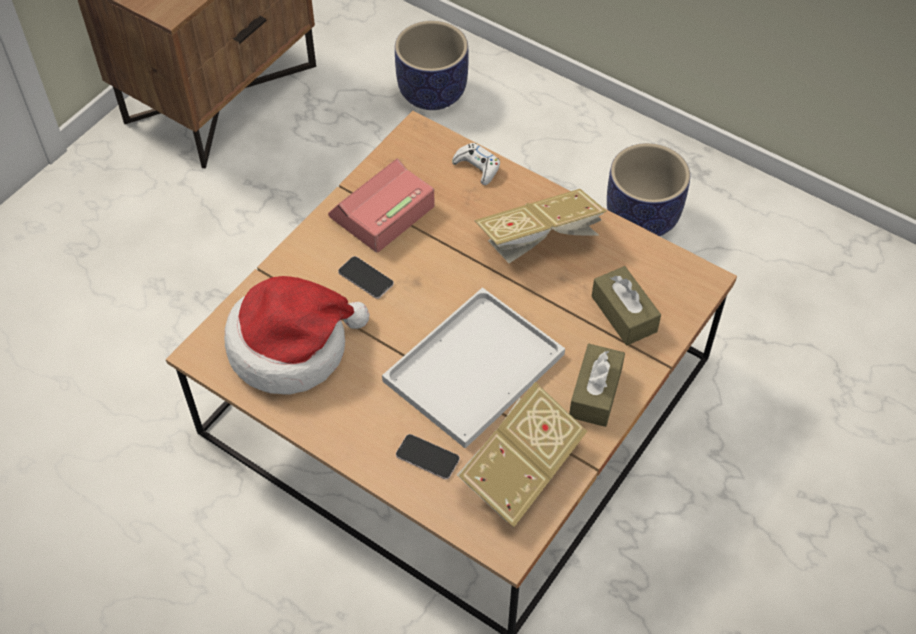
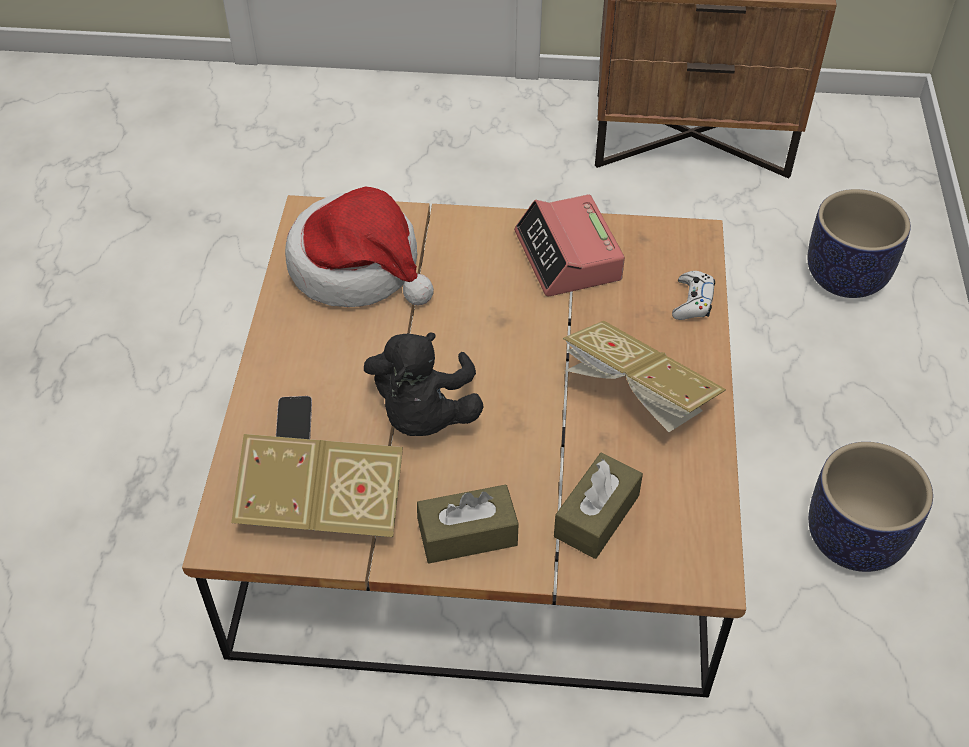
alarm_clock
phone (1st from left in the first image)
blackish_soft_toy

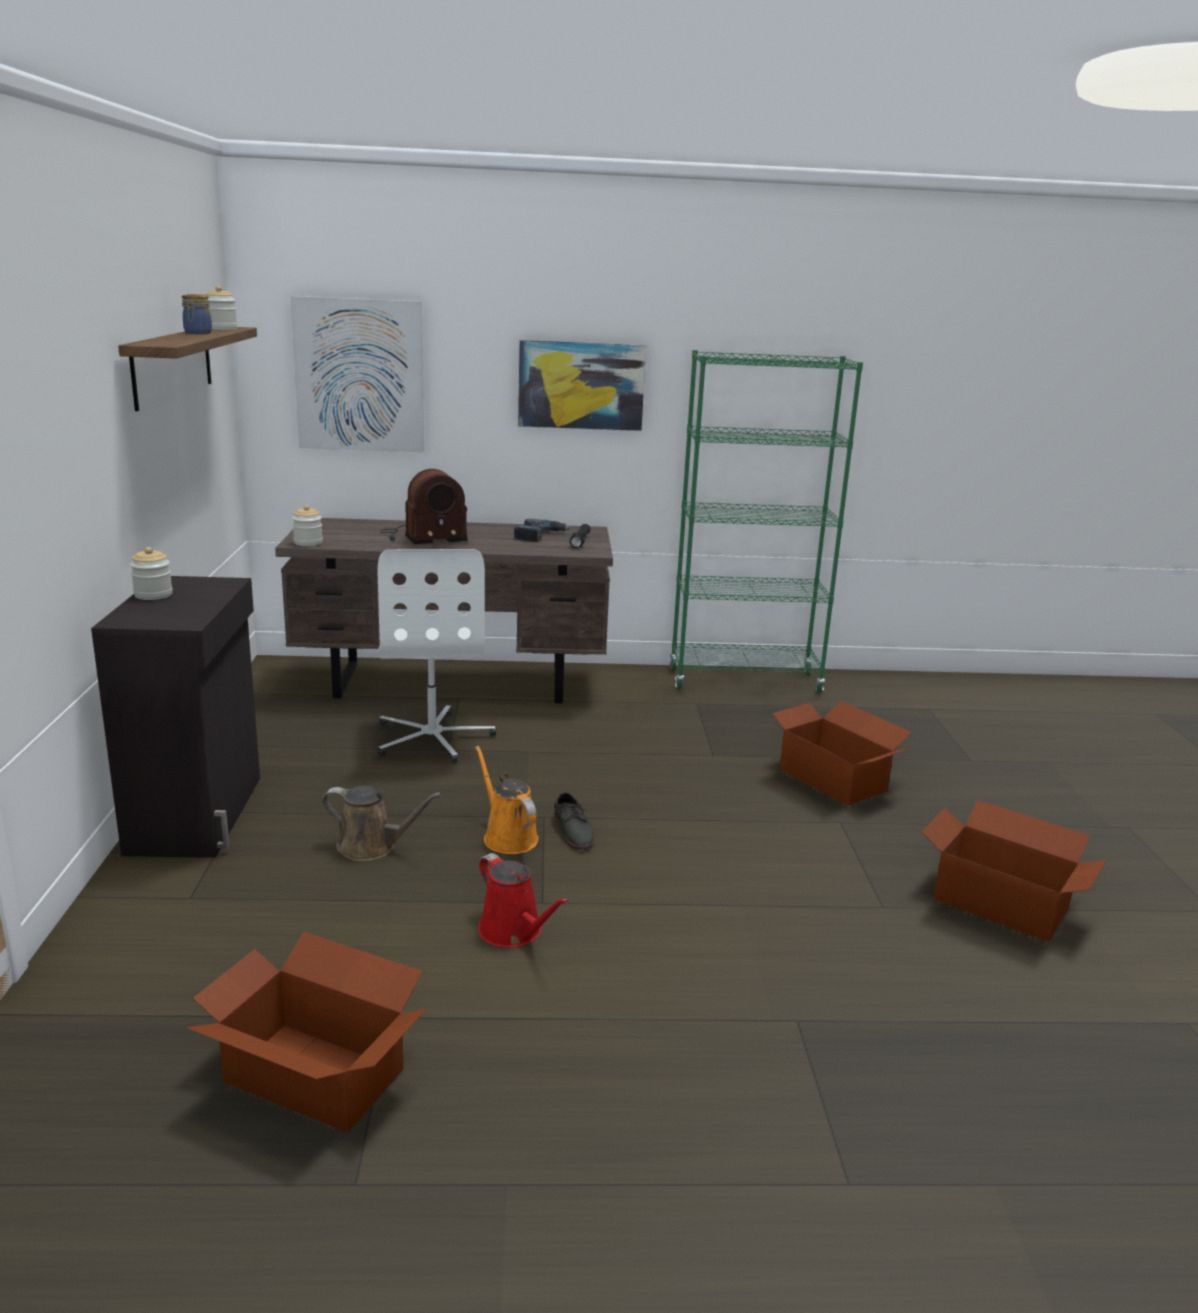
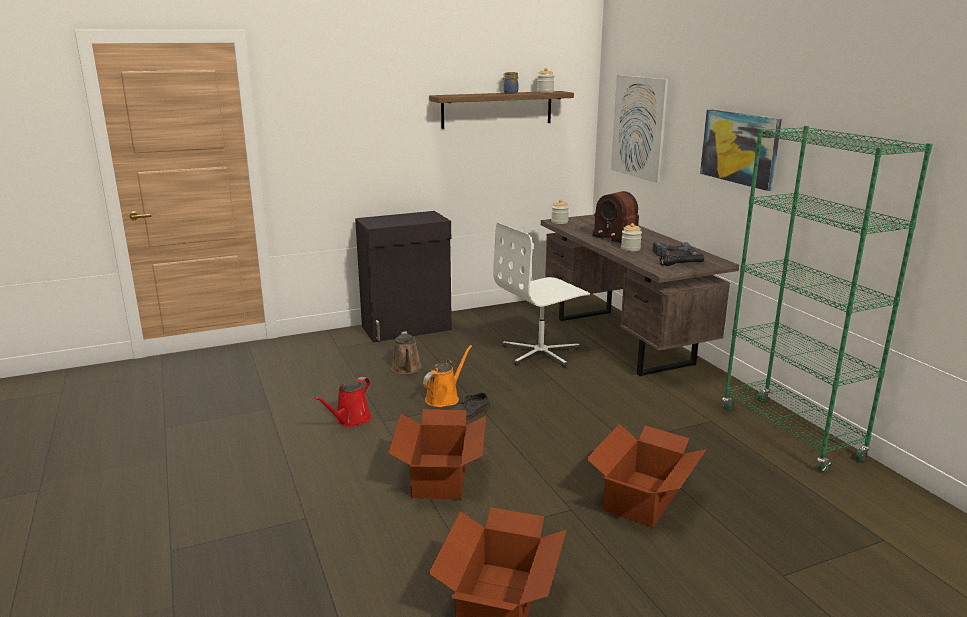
jar (4th from left)
packing_box (1st from left)

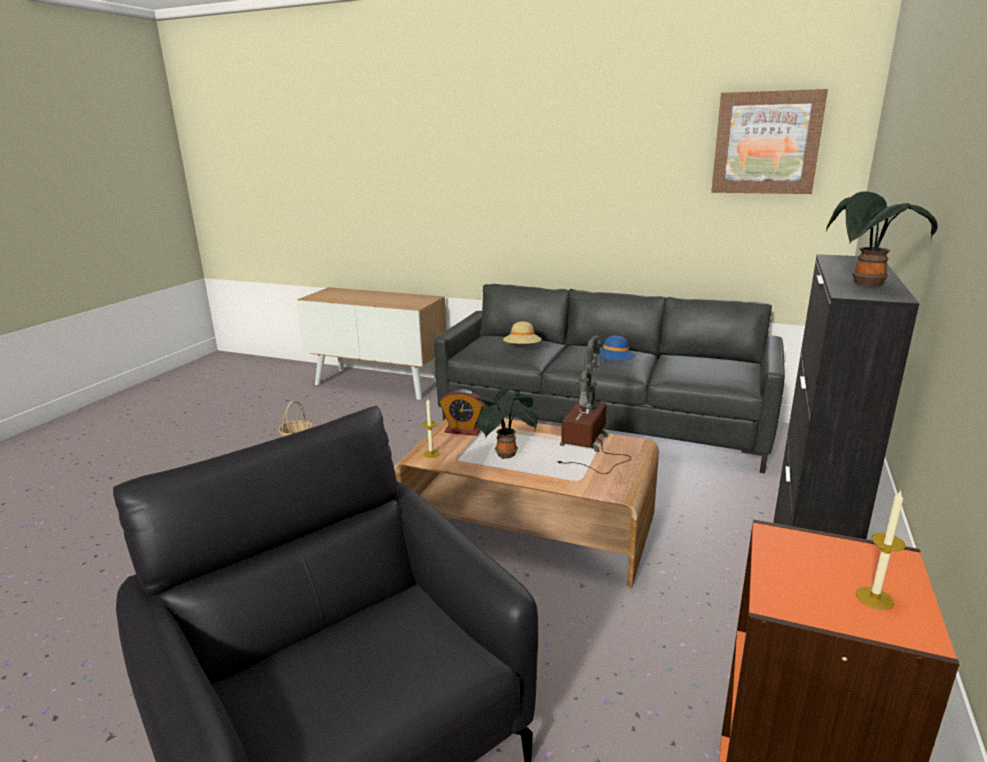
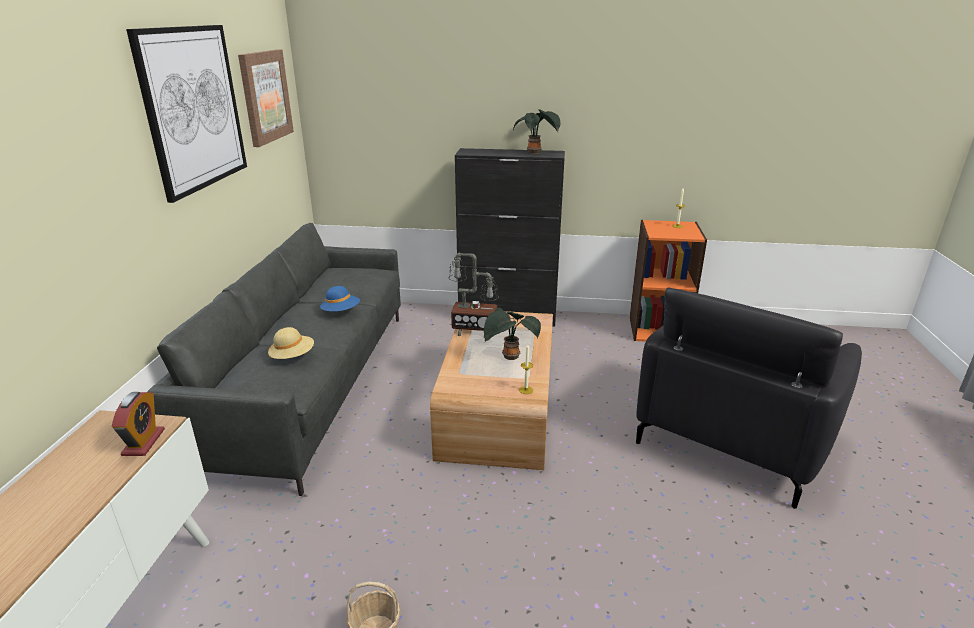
alarm_clock
wall_picture (1st from left)

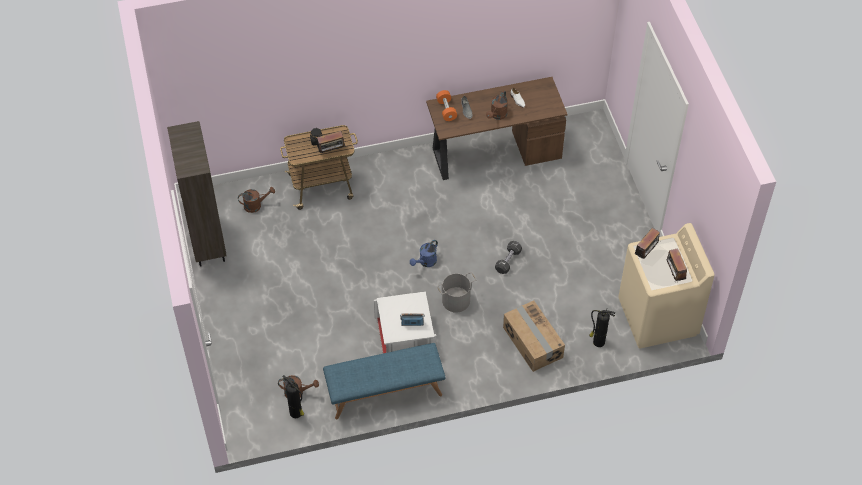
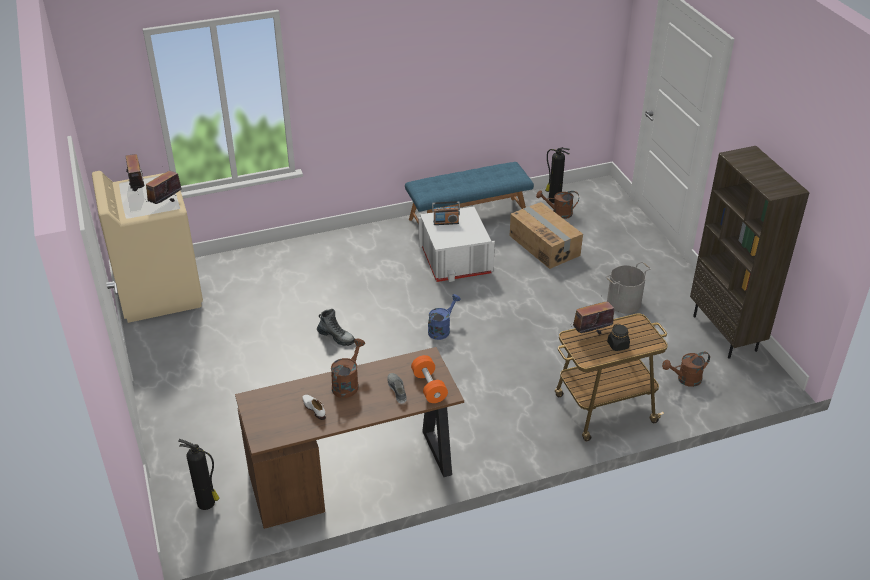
boot
greyish_water_bucket
packing_box
extinguisher (1st from left)

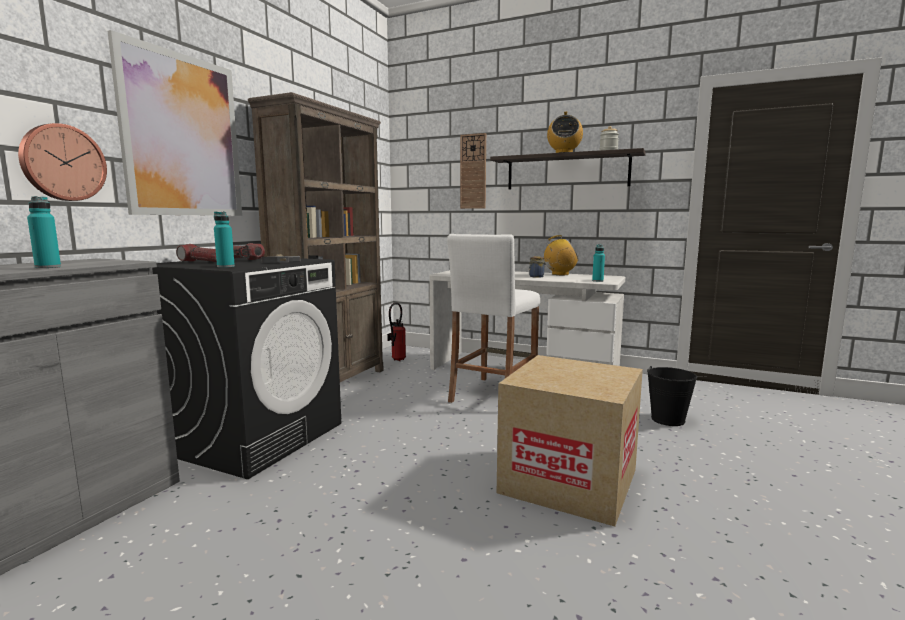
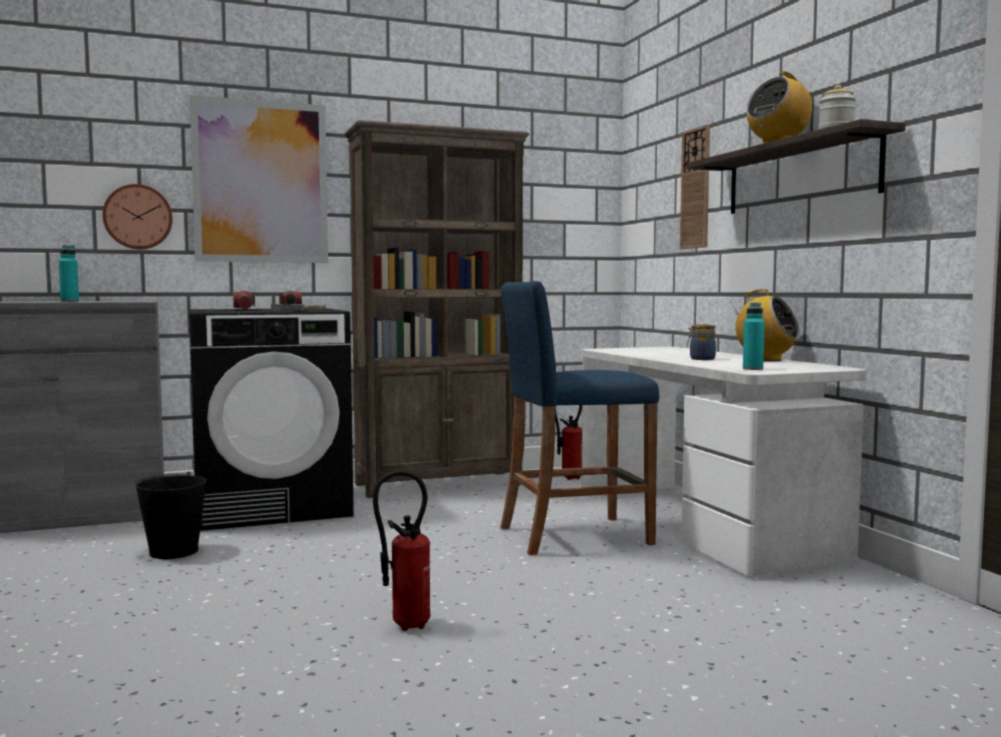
turquoise_bottle (2nd from left in the first image)
blue_stool
extinguisher (1st from left)
blackish_water_bucket

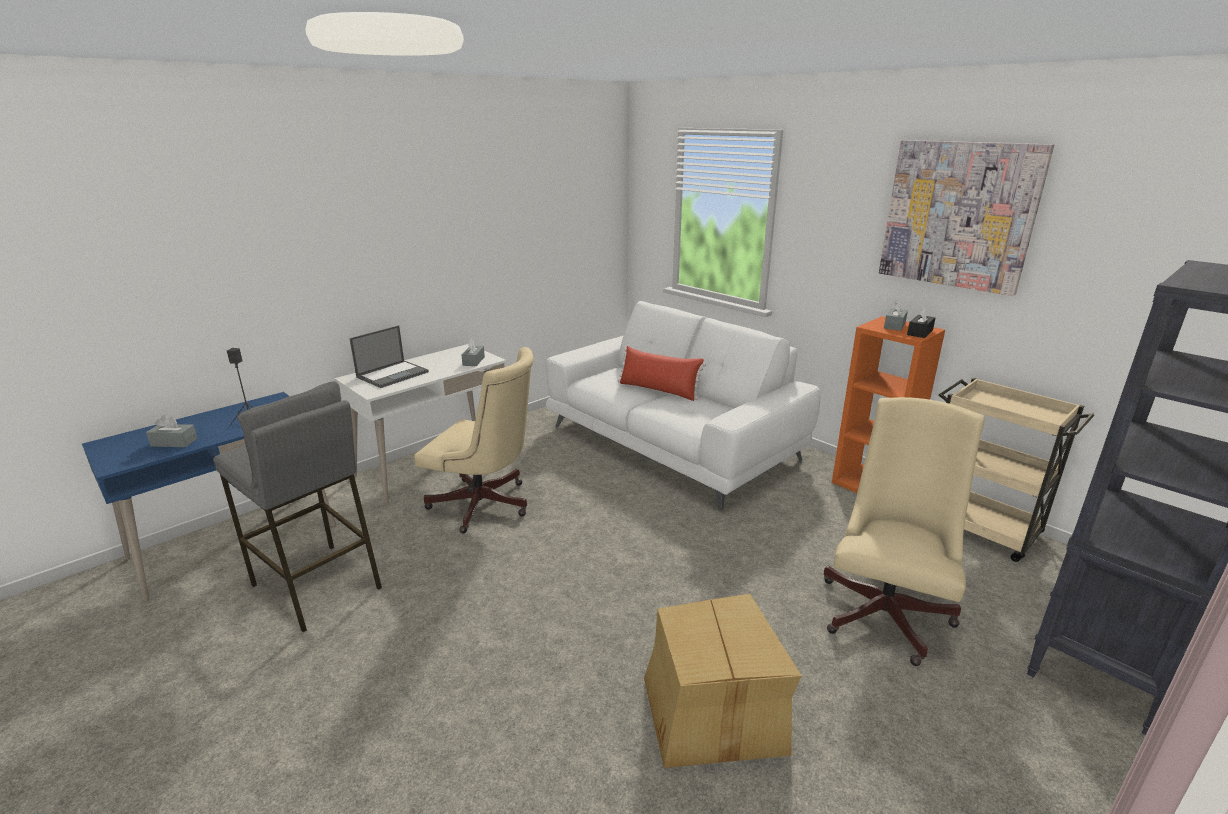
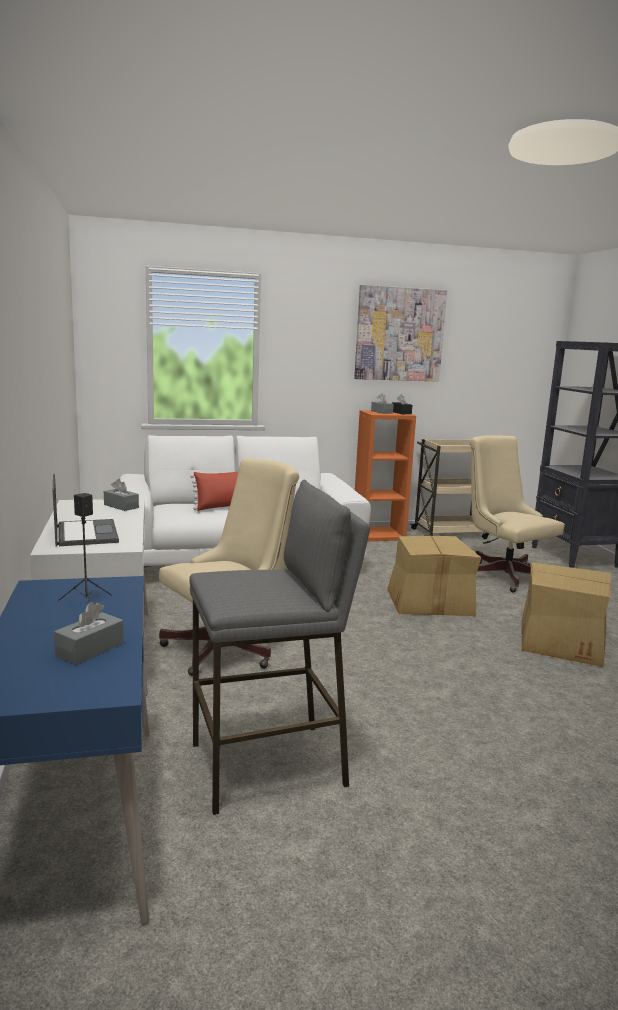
packing_box (1st from left)

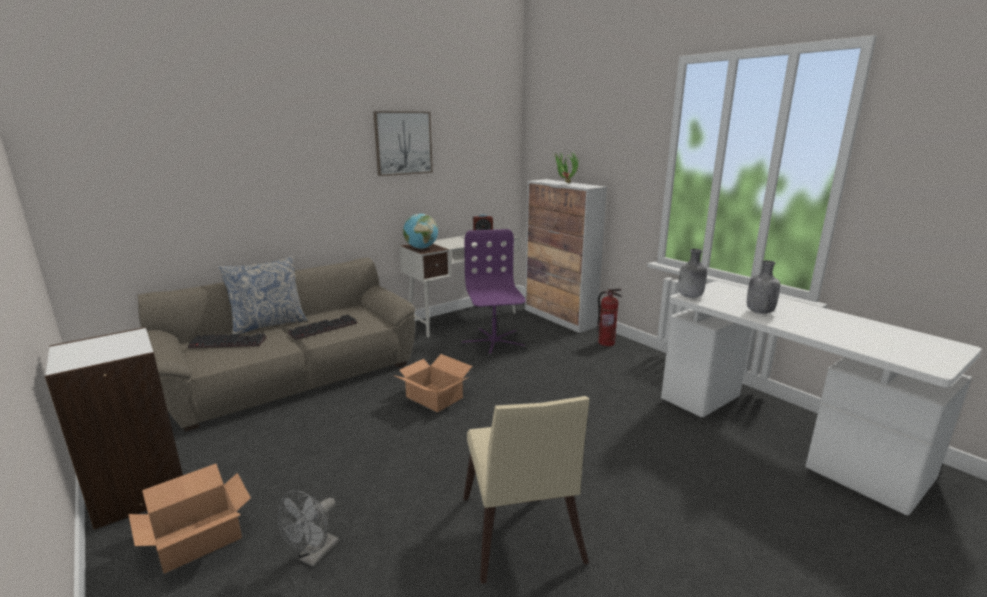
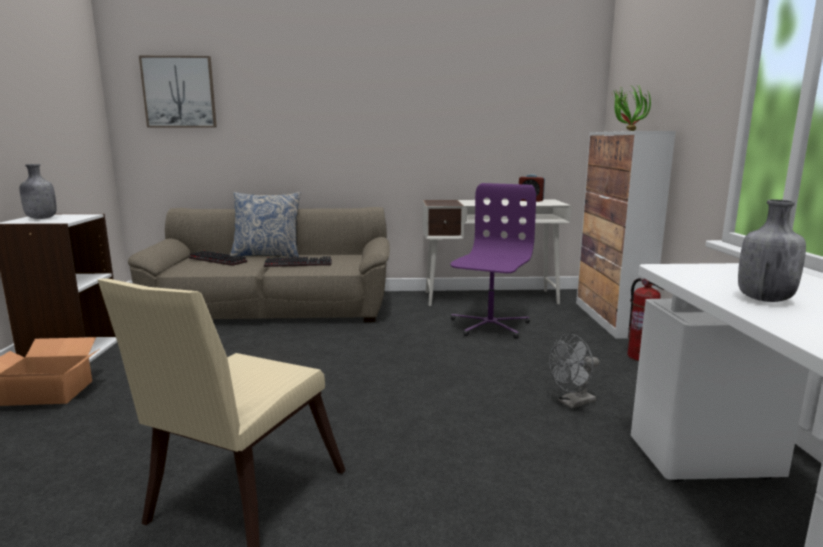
wall_picture
desk_globe
greyish_bottle (1st from left)
packing_box (2nd from left in the first image)
greyish_electric_fan

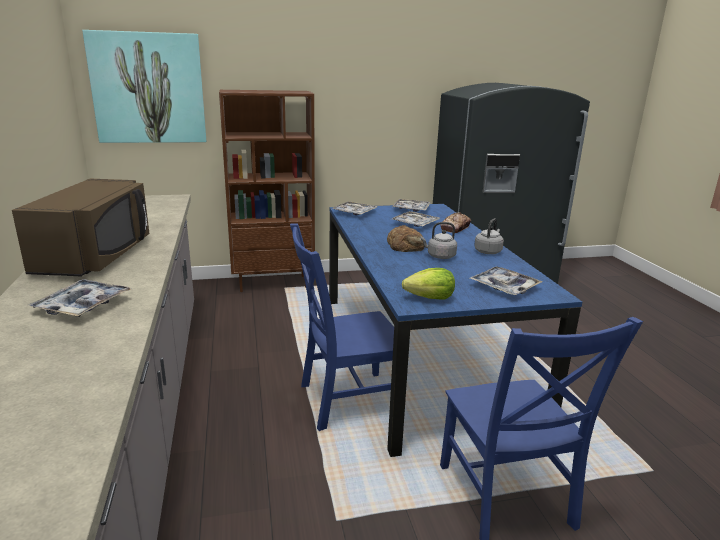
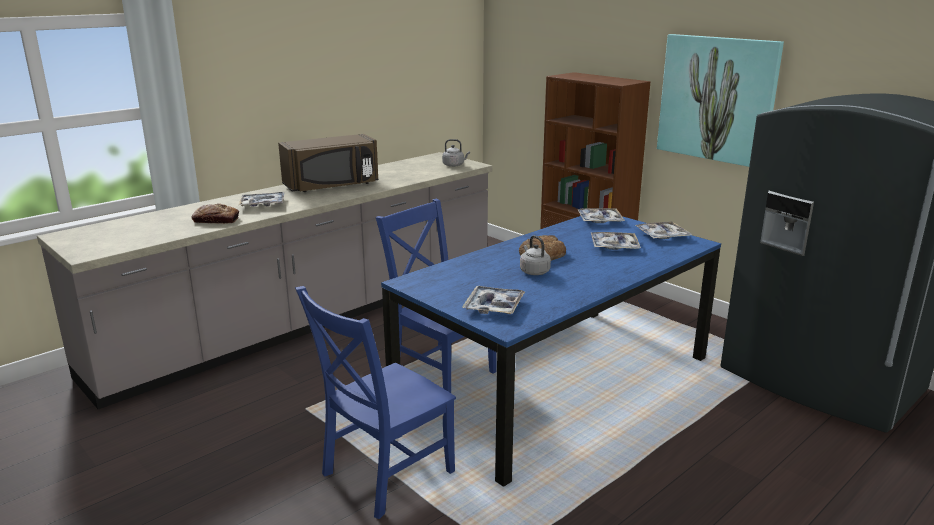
wall_picture
baked_bread (1st from left)
greyish_tea_kettle (1st from left)
head_of_lettuce

